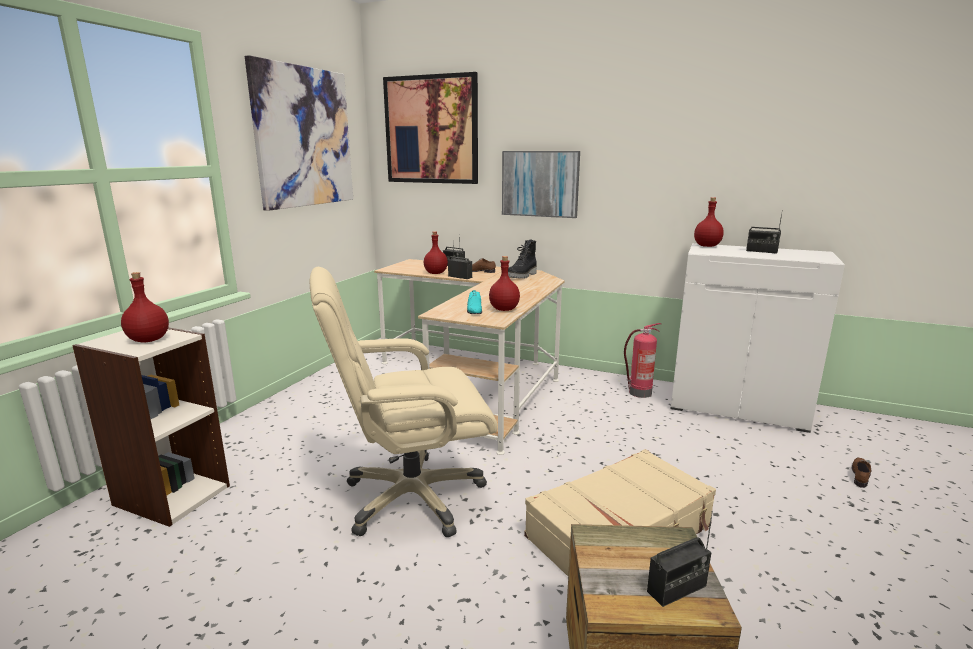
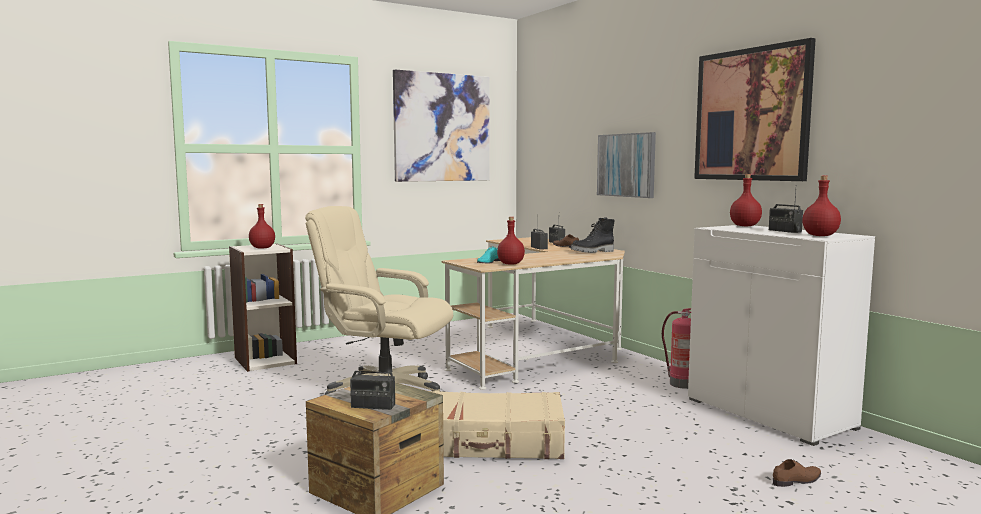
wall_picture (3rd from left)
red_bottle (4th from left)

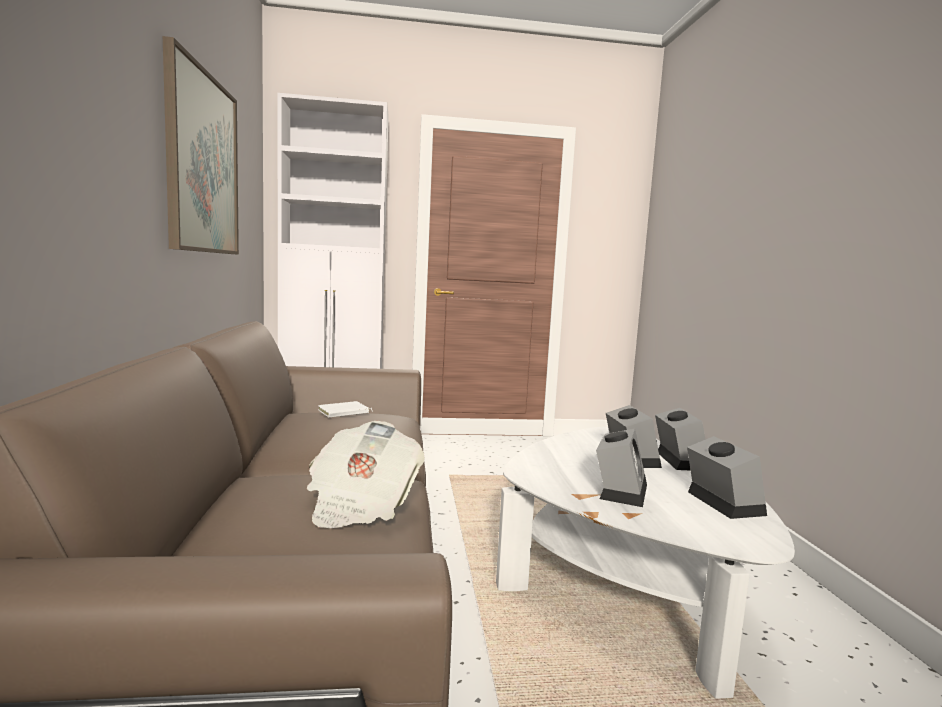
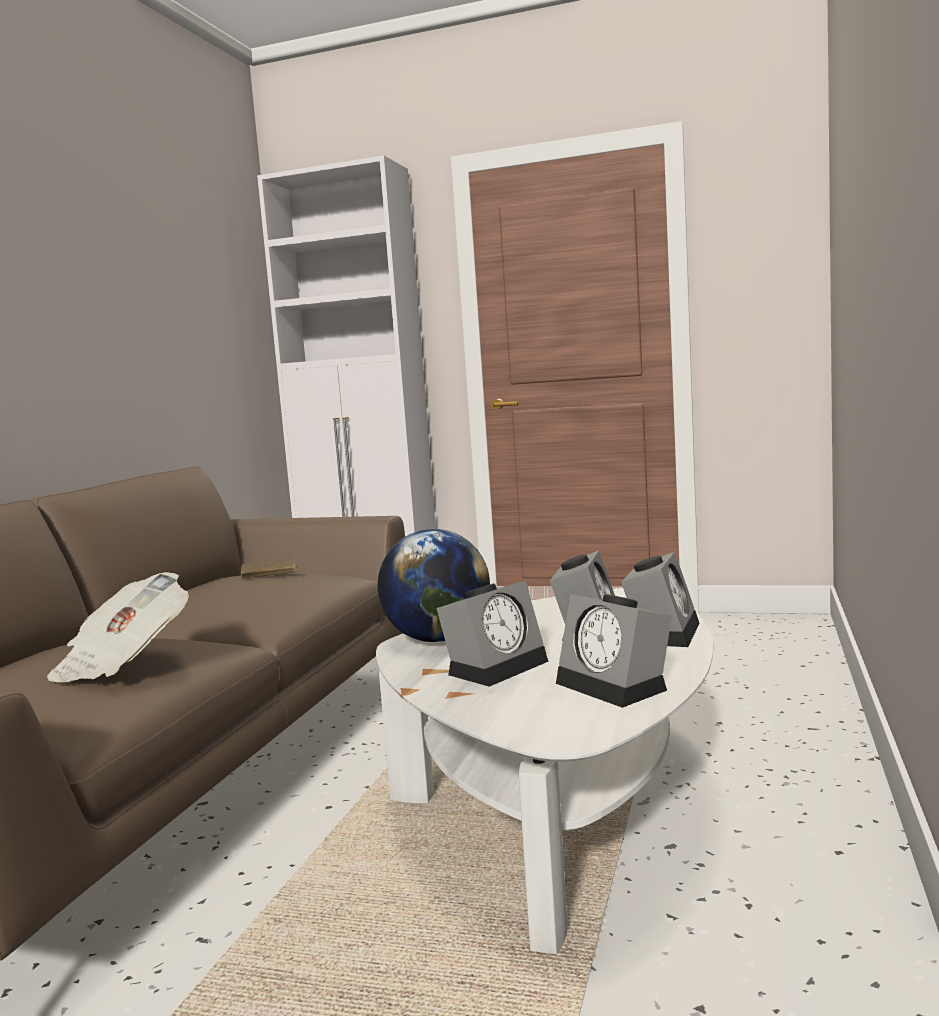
wall_picture
brown_volume
alarm_clock (3rd from left)
desk_globe

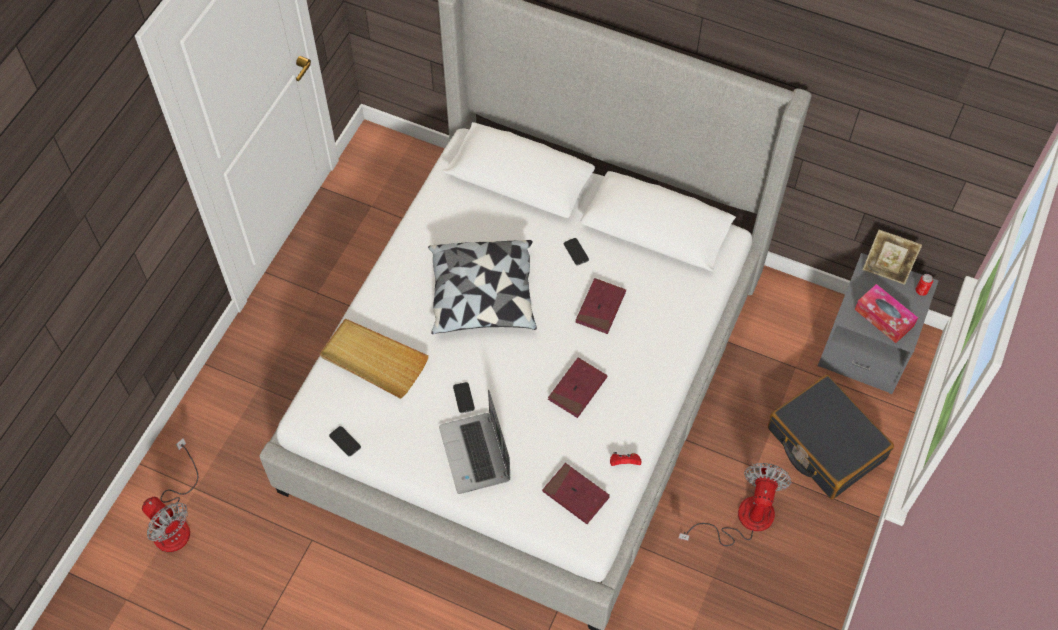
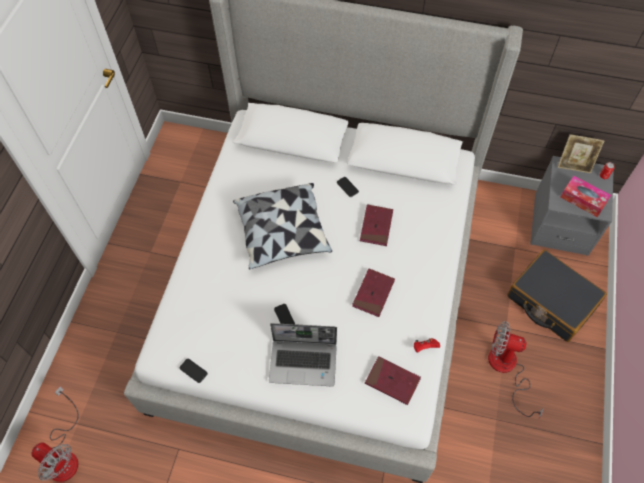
sand-coloured_tray
notebook_computer
electric_fan (2nd from left)

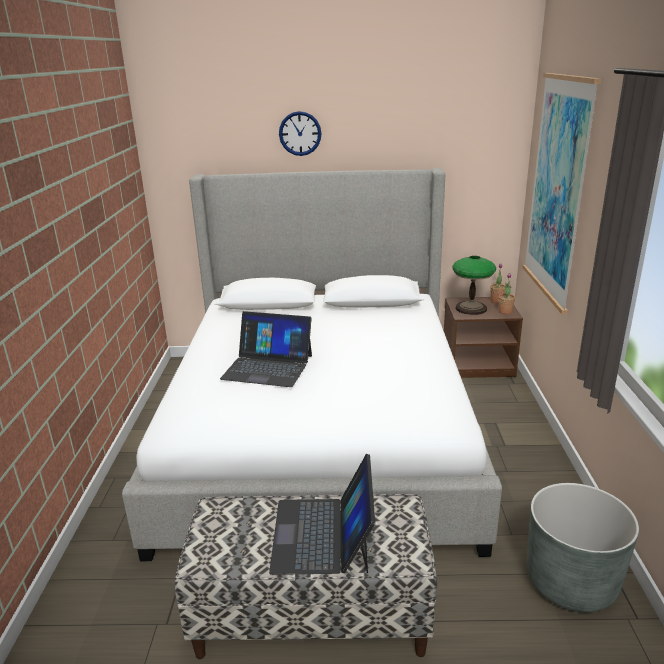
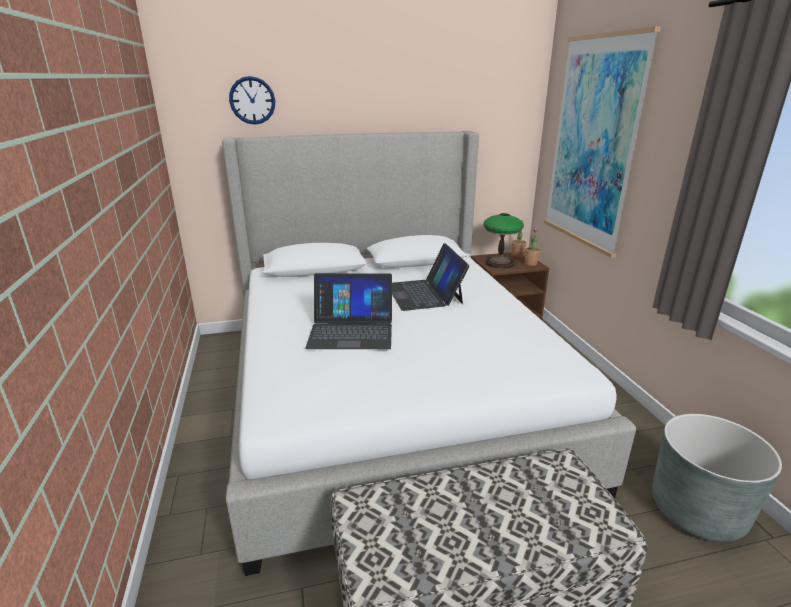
hanging_clock
notebook_computer (2nd from left)

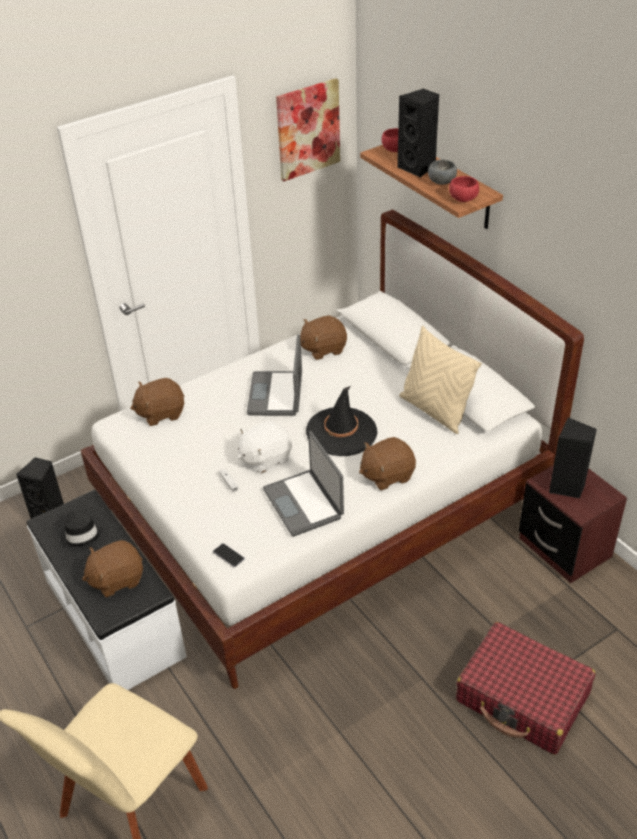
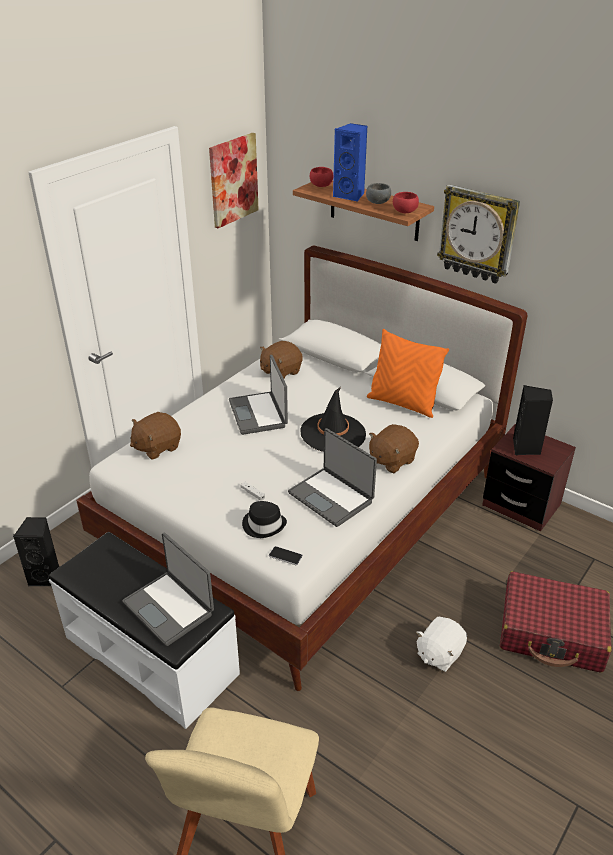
blue_loudspeaker
orangey_pillow
white_soft_toy
blackish_wearable_hat (1st from left)
notebook_computer (1st from left)
hanging_clock

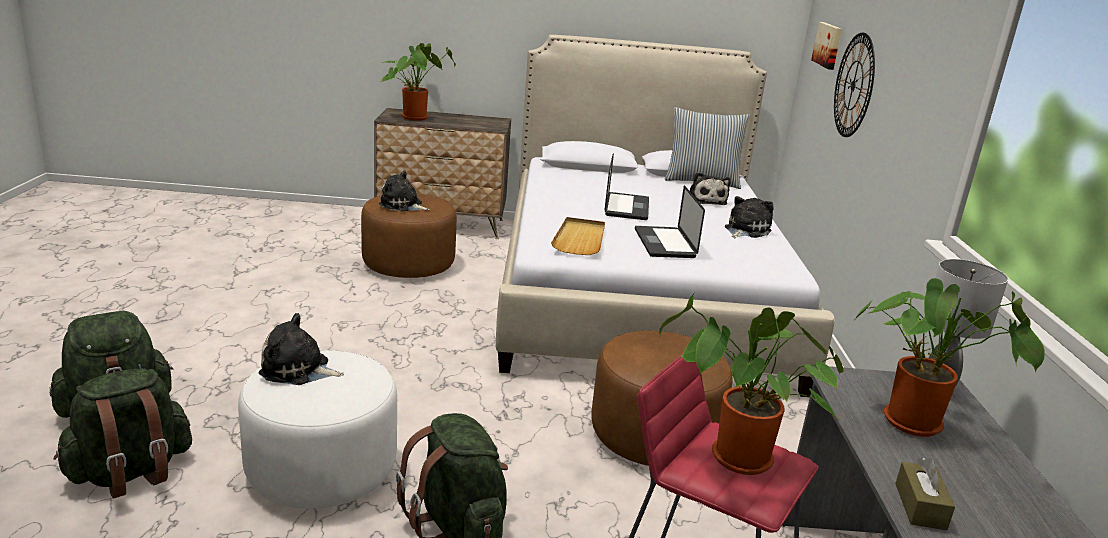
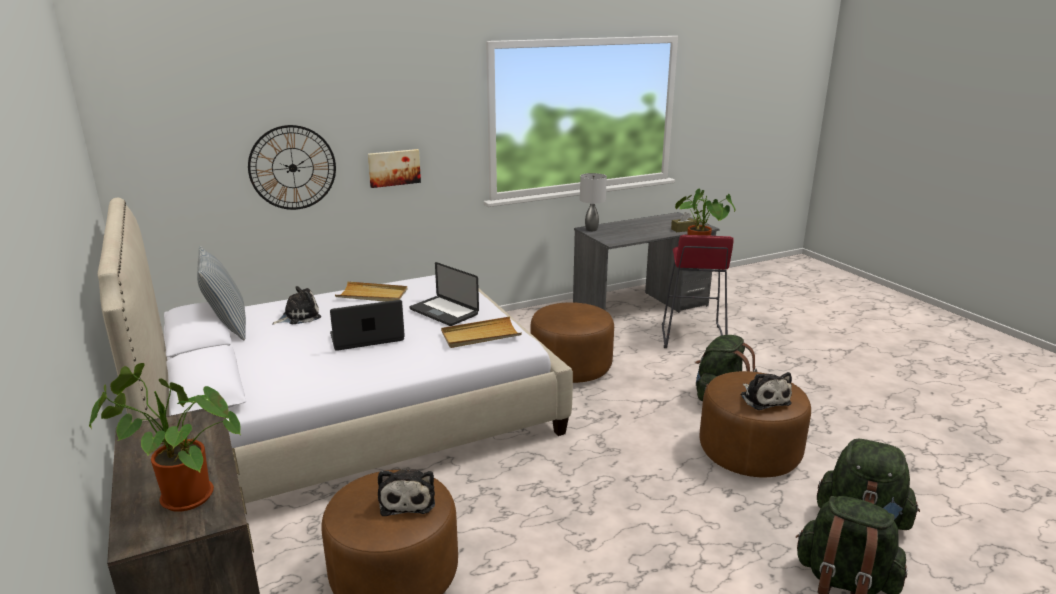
wall_picture
notebook_computer (2nd from left)
sand-coloured_tray (1st from left)
potted_plant (3rd from left in the first image)
brown_footrest (3rd from left)

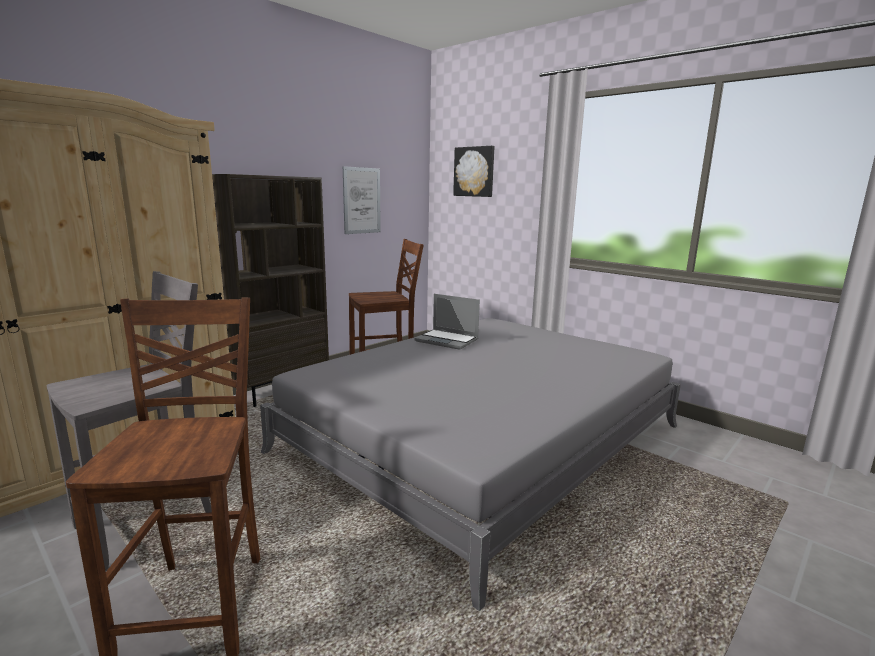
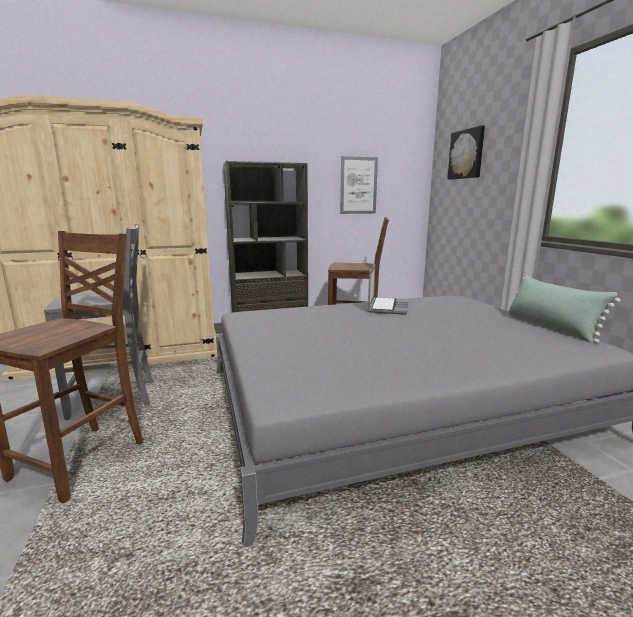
notebook_computer
green_pillow

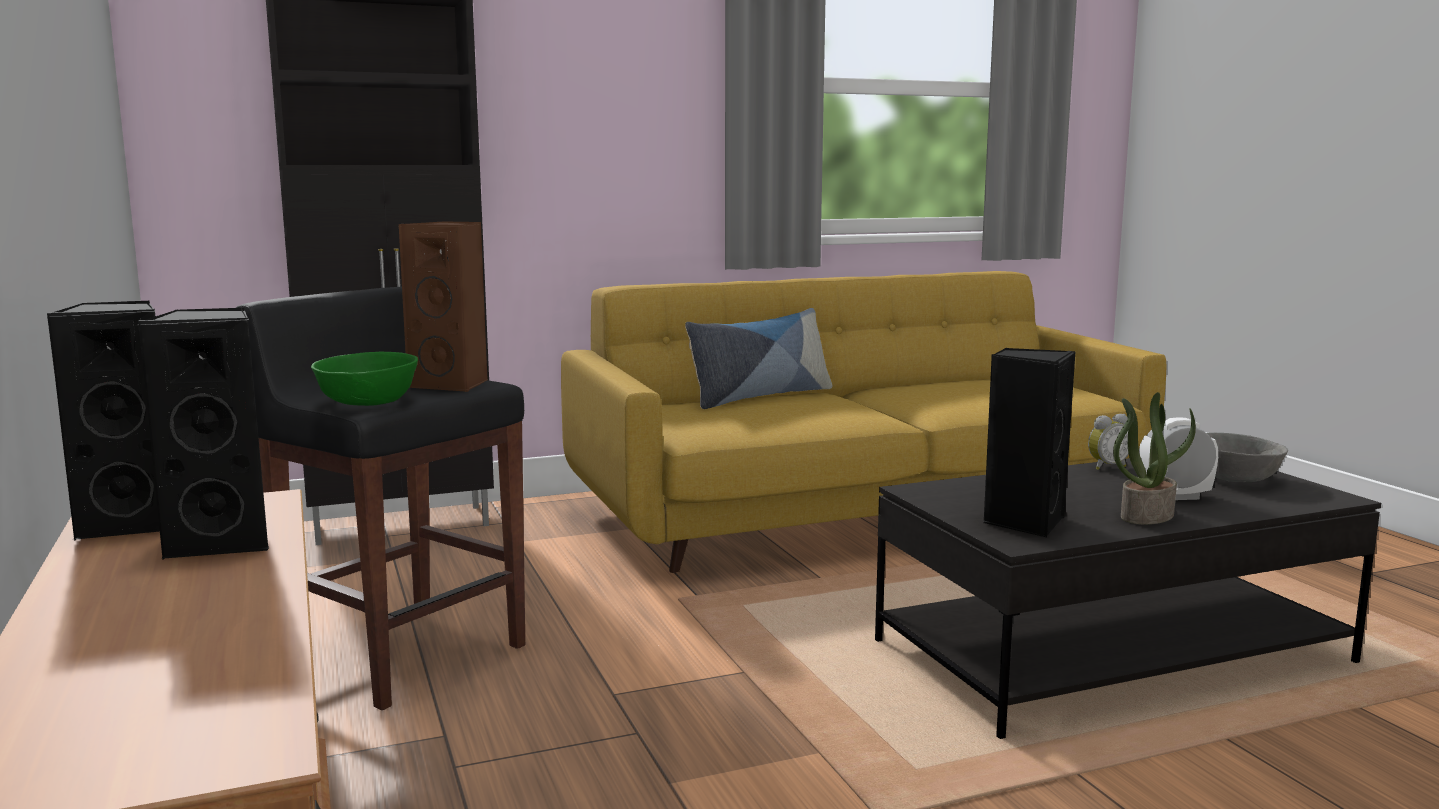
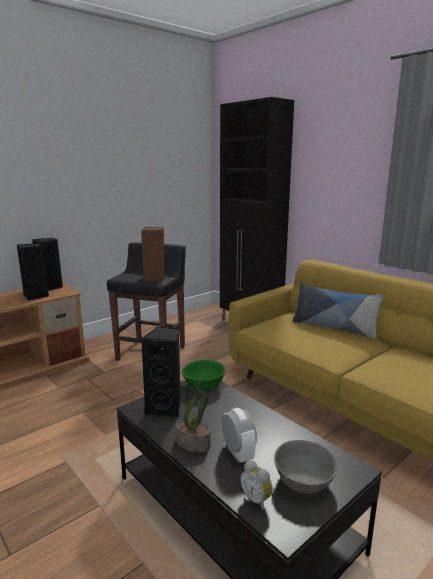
green_deep_dish
alarm_clock (2nd from left)

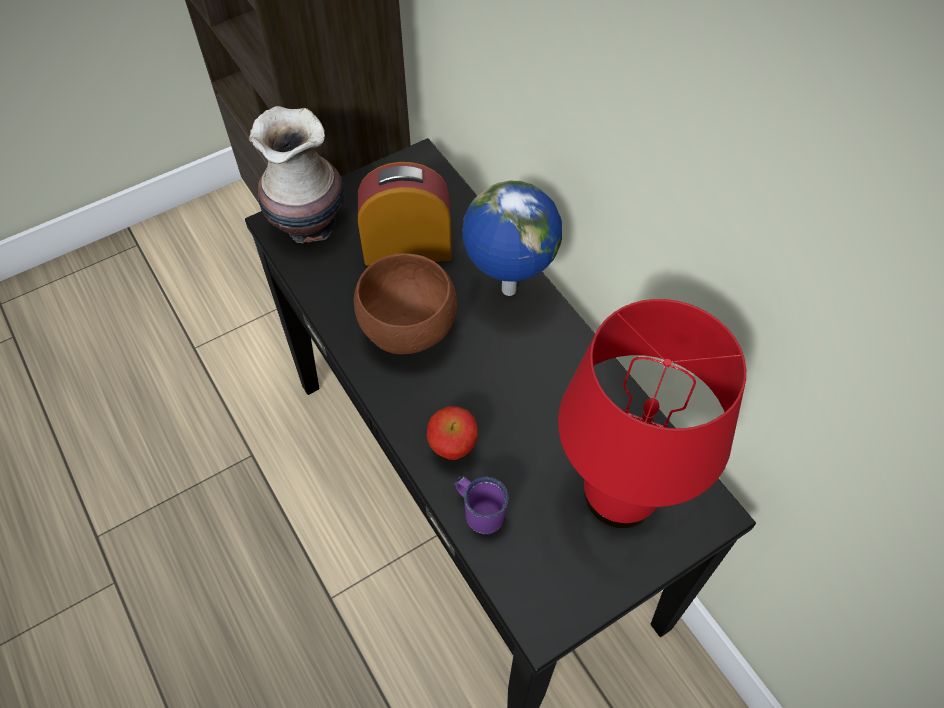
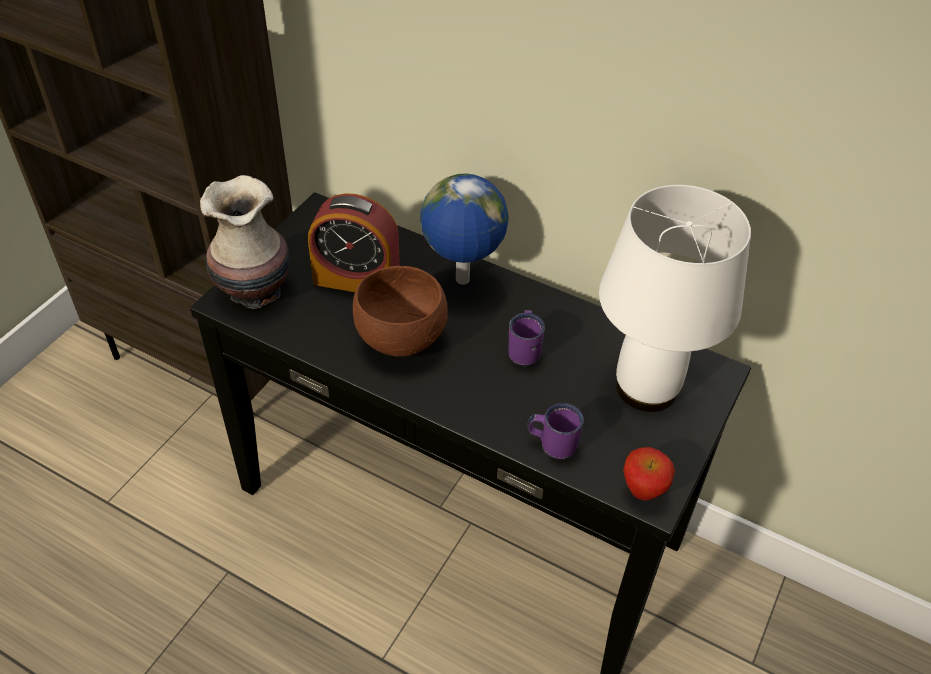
alarm_clock
white_tabletop_lamp
apple_fruit
purple-coloured_tea_mug (1st from left)

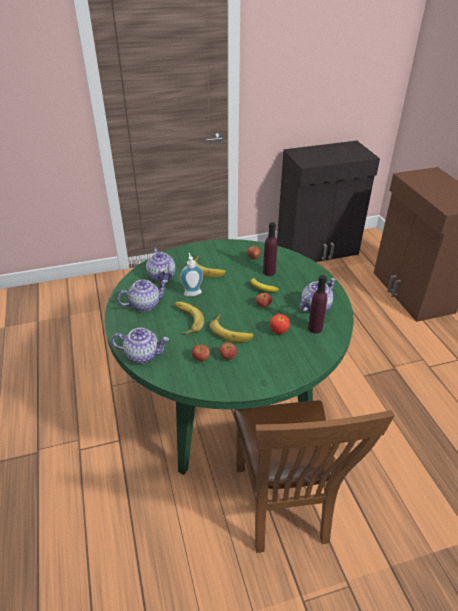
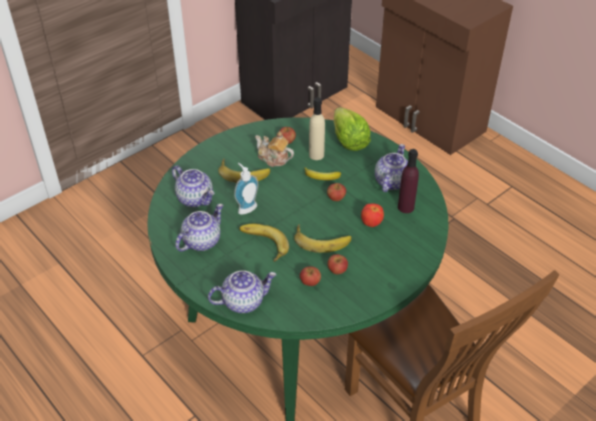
sand-coloured_bottle
head_of_lettuce
tea_pot (4th from left)

